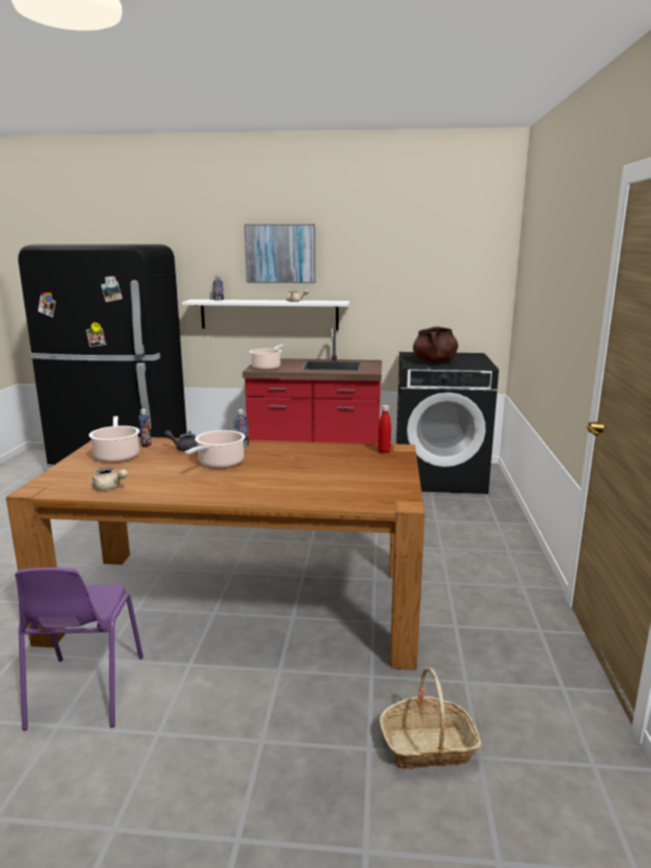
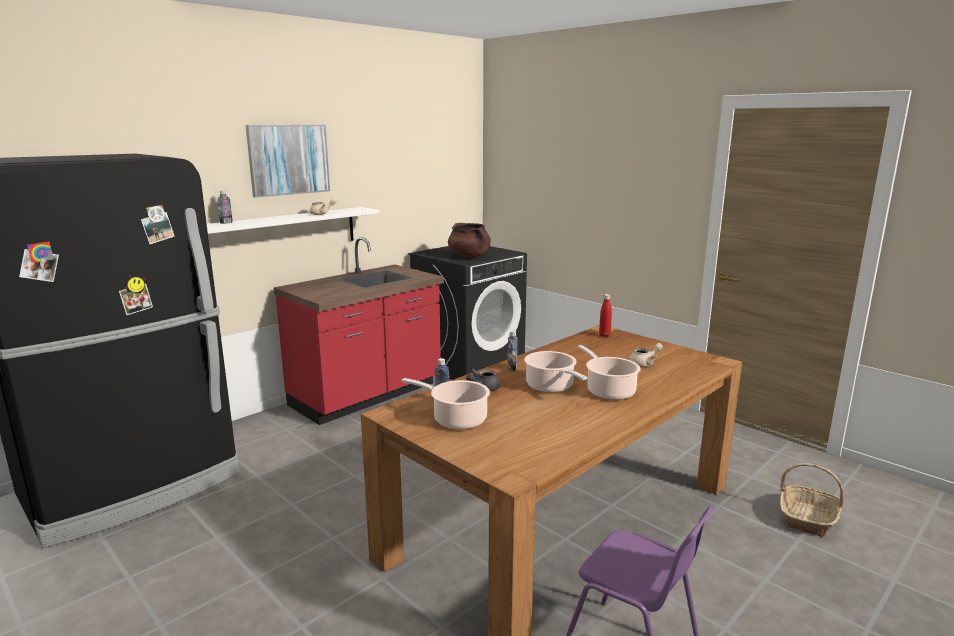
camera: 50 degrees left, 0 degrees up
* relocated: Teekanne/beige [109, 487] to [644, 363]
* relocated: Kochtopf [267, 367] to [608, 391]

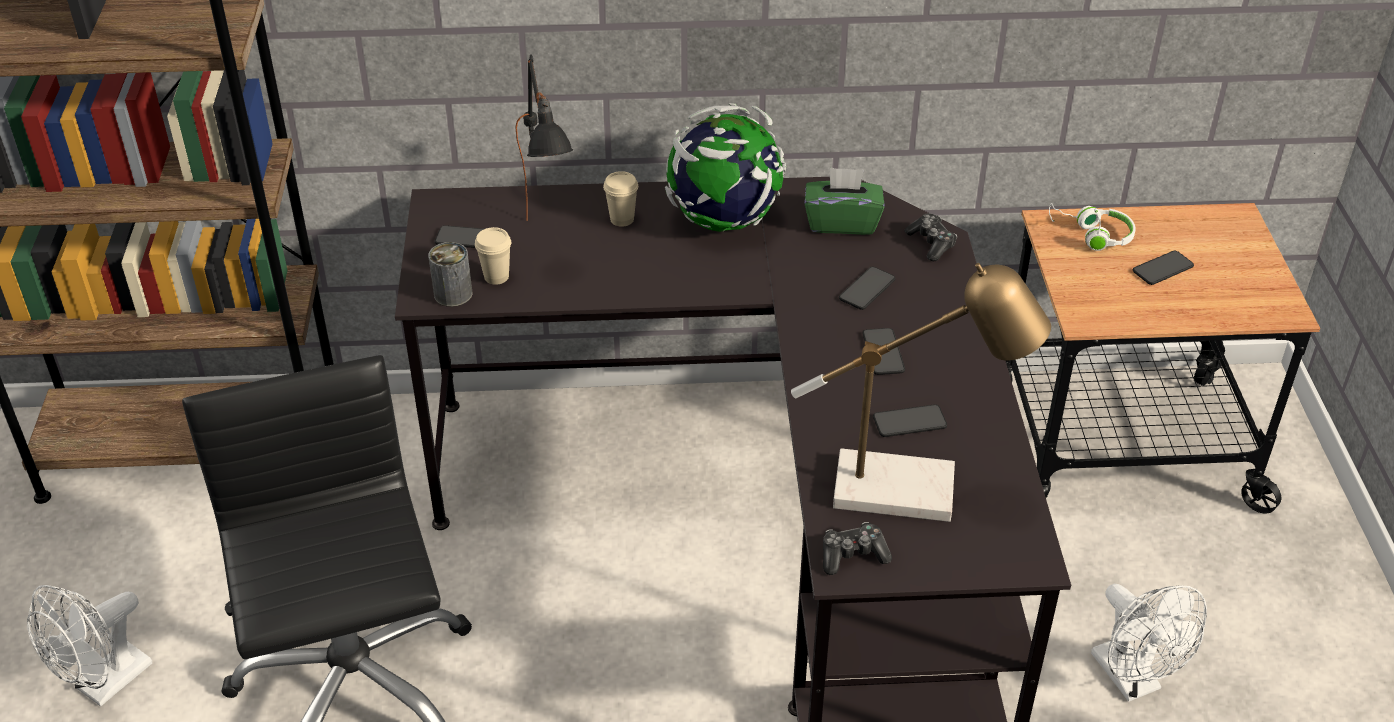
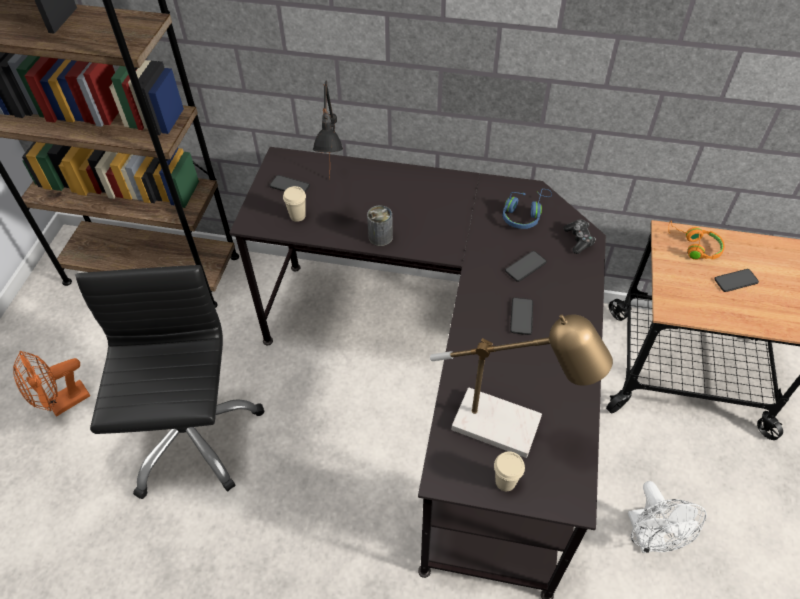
camera: 15 degrees right, 10 degrees up
* colour: Ventilator/weiß [106, 685] to Ventilator/orange [63, 403]
* relocated: Dose [453, 294] to [380, 237]
* relocated: Tasse/beige [622, 219] to [505, 482]
* missing: Globus [723, 221]
* exchanged: Taschentuchbox/grün [842, 222] to Kopfhörer/blau [524, 214]
* missing: Gamepad [852, 555]
* missing: Handy [909, 422]
* colour: Kopfhörer/weiß [1092, 235] to Kopfhörer/orange [693, 246]

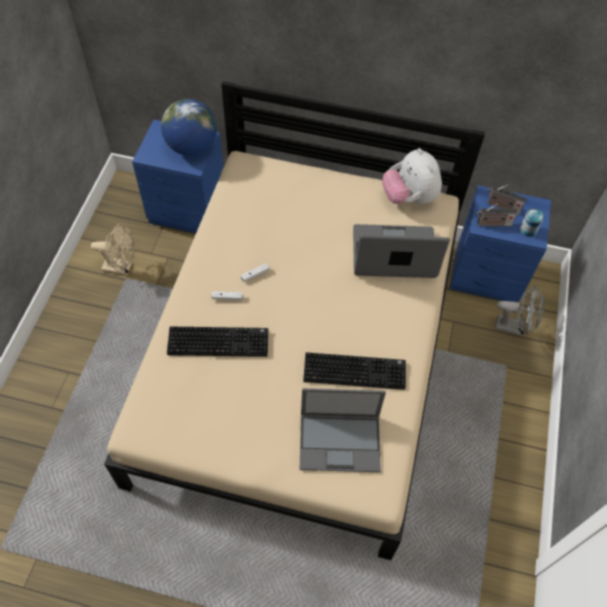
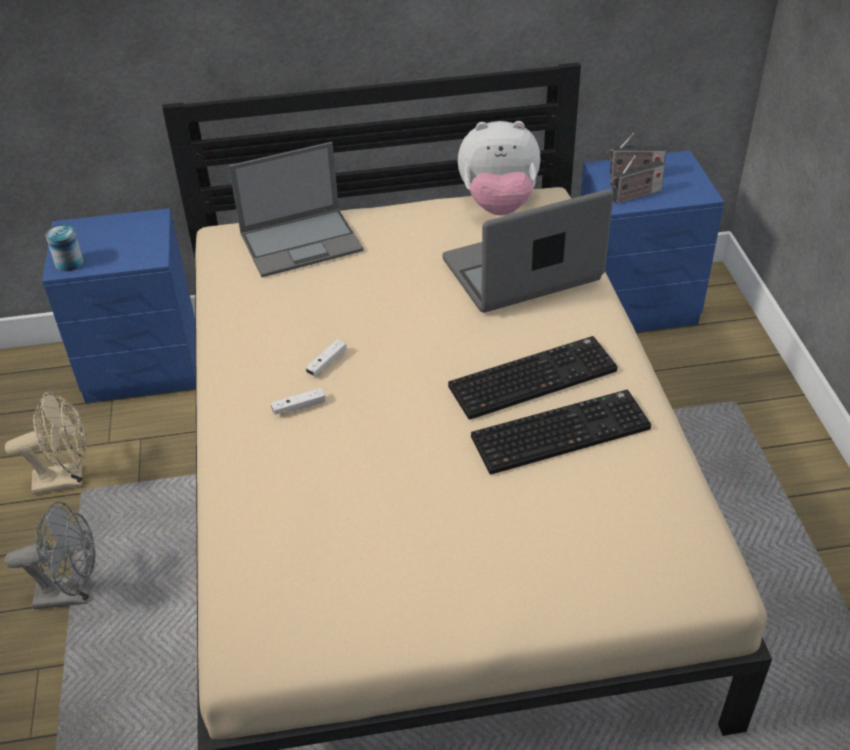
camera: 20 degrees left, 15 degrees down
* missing: Globus [192, 147]
* relocated: Tastatur [219, 341] to [533, 377]
* relocated: Laptop [341, 442] to [302, 242]
* spun: Plüschtier [409, 198] = [498, 205] 45 degrees counterclockwise
* relocated: Ventilator/grau [514, 327] to [73, 593]
* relocated: Dose [528, 230] to [69, 263]

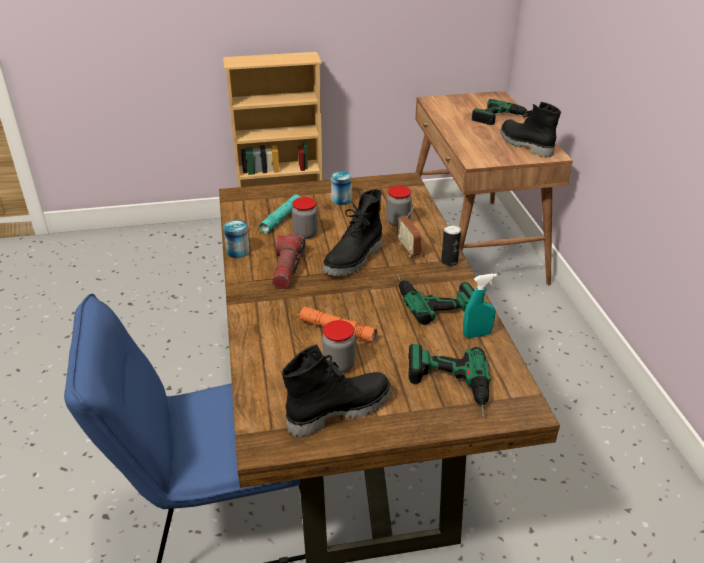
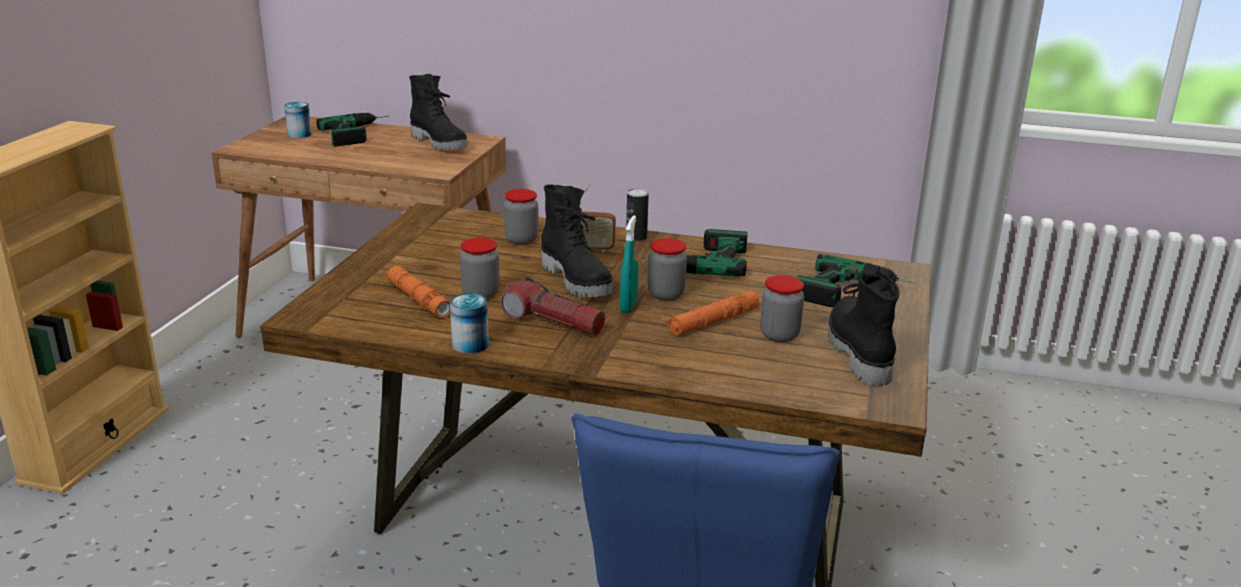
camera: 65 degrees left, 10 degrees down
* colour: Taschenlampe/türkis [282, 218] to Taschenlampe/orange [418, 299]
* relocated: Dose [341, 200] to [299, 134]
* relocated: Sprühflasche/türkis [477, 334] to [628, 306]
* spun: Stiefel/schwarz [524, 145] = [440, 143] 120 degrees counterclockwise
* appeared: Vorratsglas [666, 294]

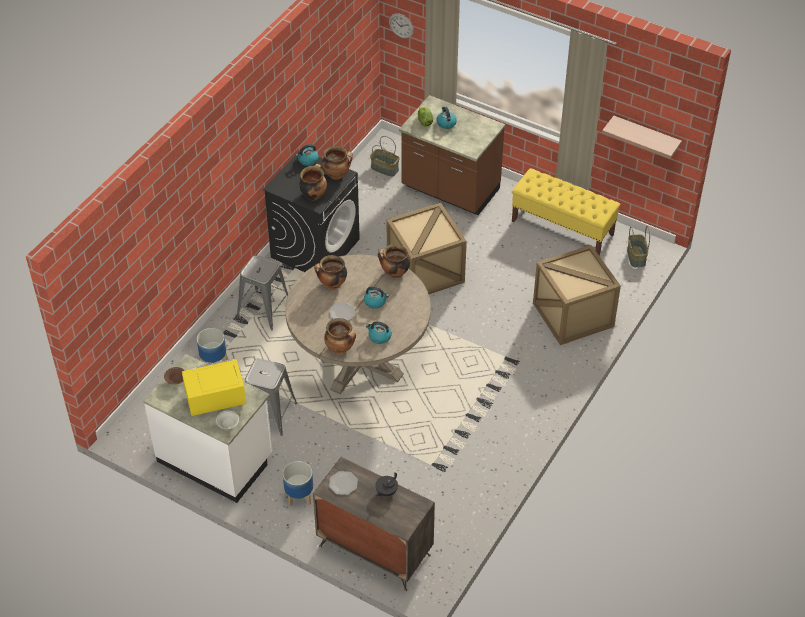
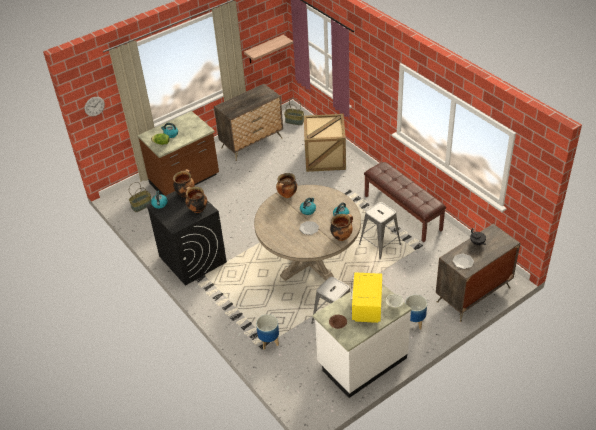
camera: 65 degrees left, 5 degrees down
* relocated: Hocker/grau [264, 310] to [379, 244]
* missing: Kochtopf [332, 284]
* missing: Kiste [426, 272]
* exchanged: Bank/gelb [562, 228] to Kommode [252, 142]
* appeared: Bank/braun [403, 212]

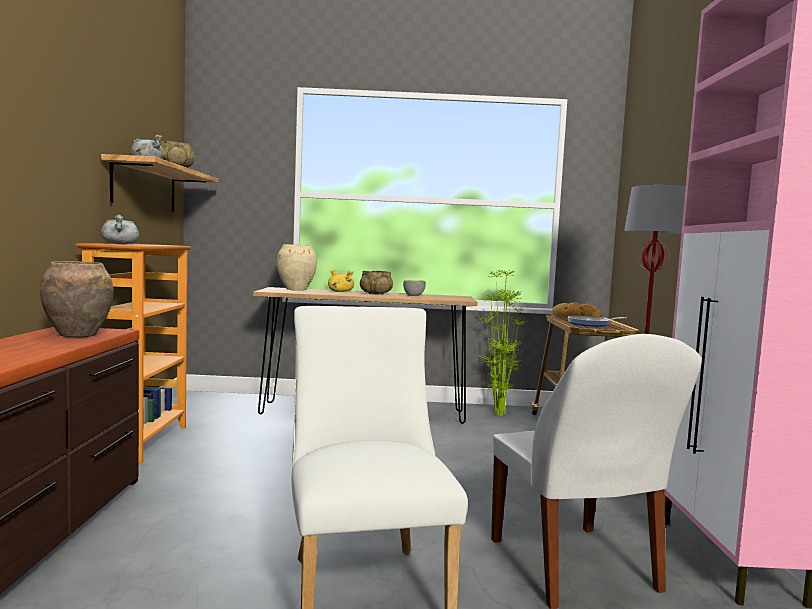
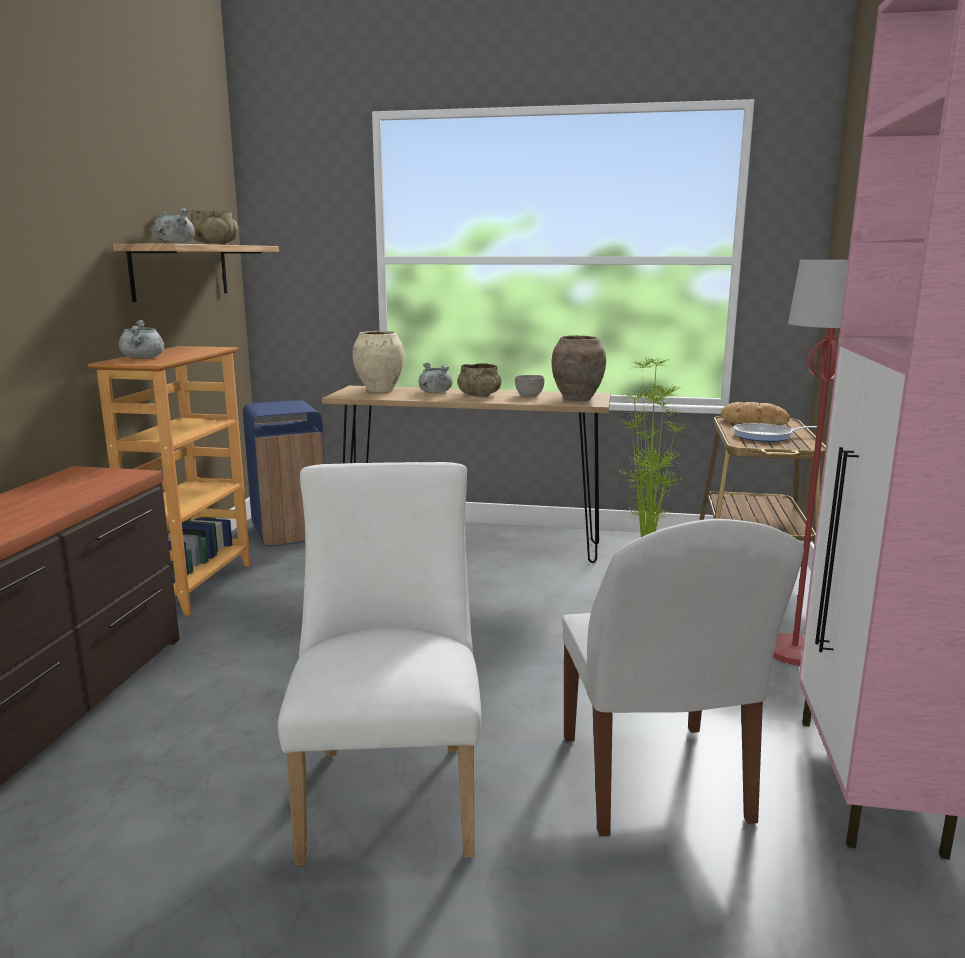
camera: 10 degrees right, 10 degrees up
* relocated: Vase/braun [78, 335] to [577, 399]
* colour: Kochtopf/gelb [340, 291] to Kochtopf/grau [434, 392]
* appeared: Mülleimer/blau [290, 531]

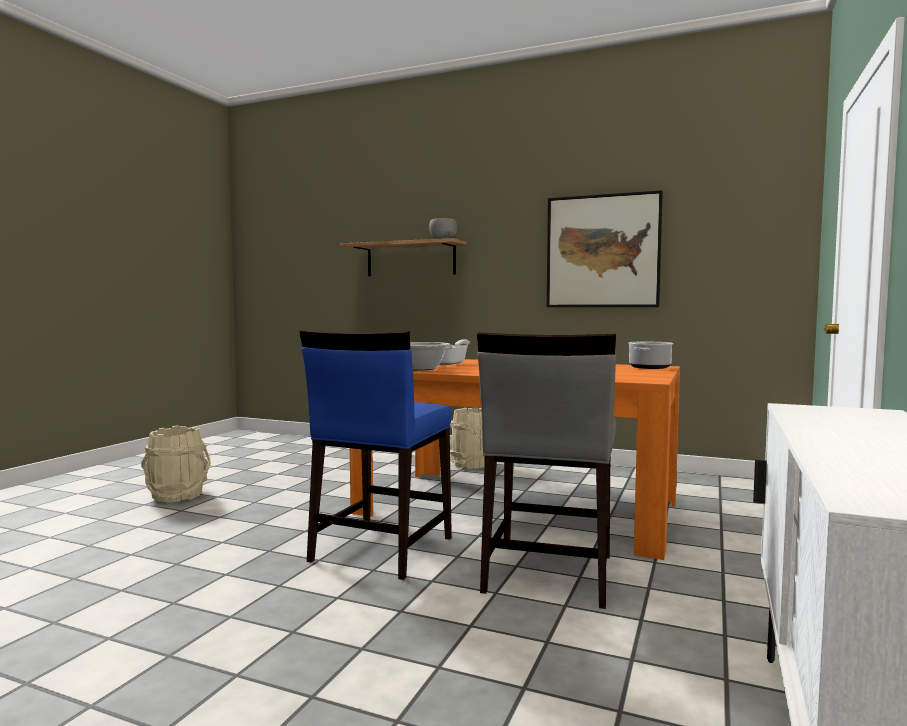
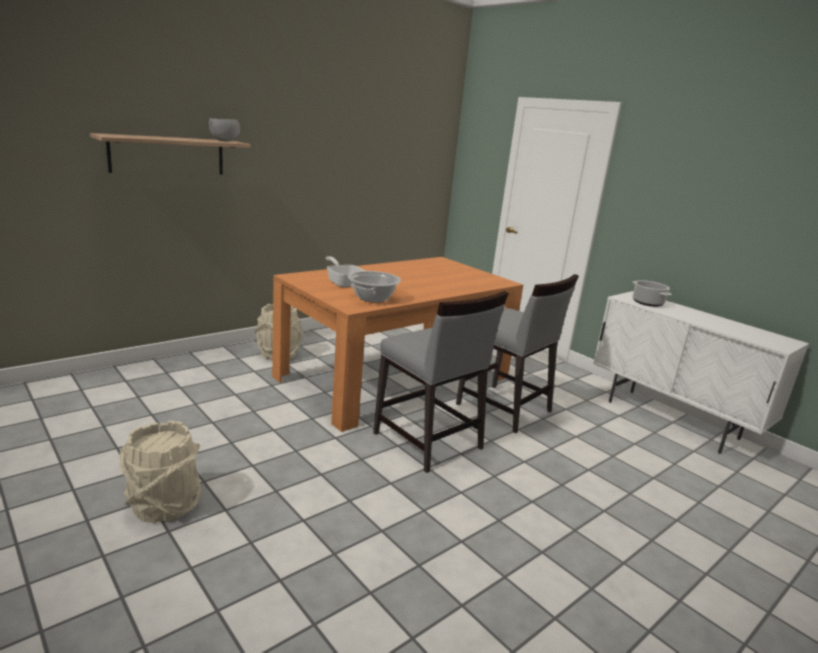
camera: 65 degrees left, 15 degrees up
* colour: Stuhl/blau [380, 549] to Stuhl/grau [428, 441]
* missing: Bild [602, 251]
* relocated: Kochtopf [649, 367] to [648, 303]

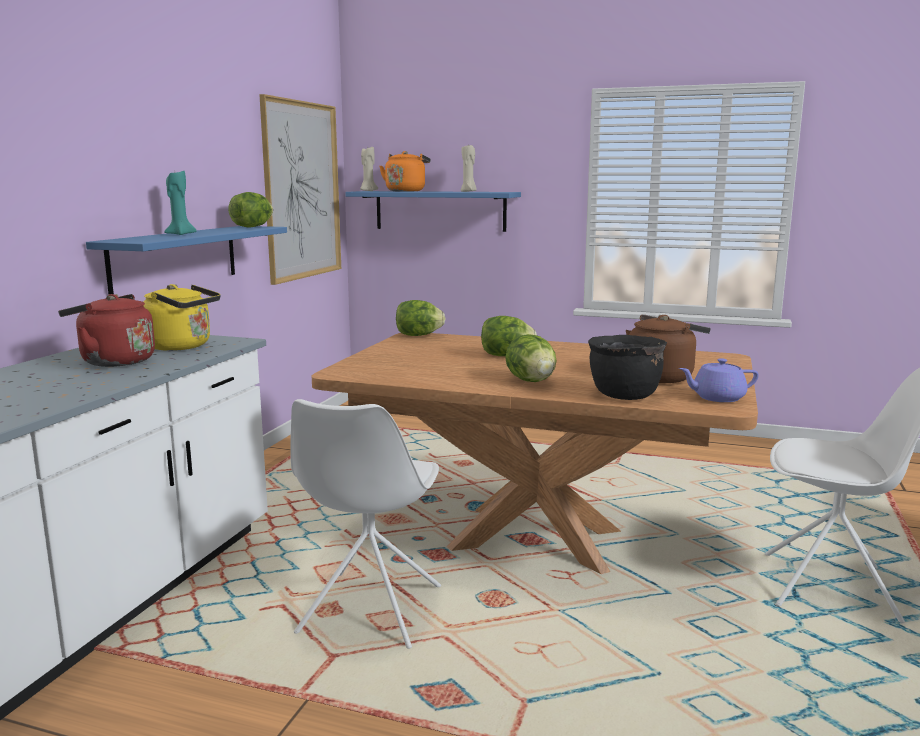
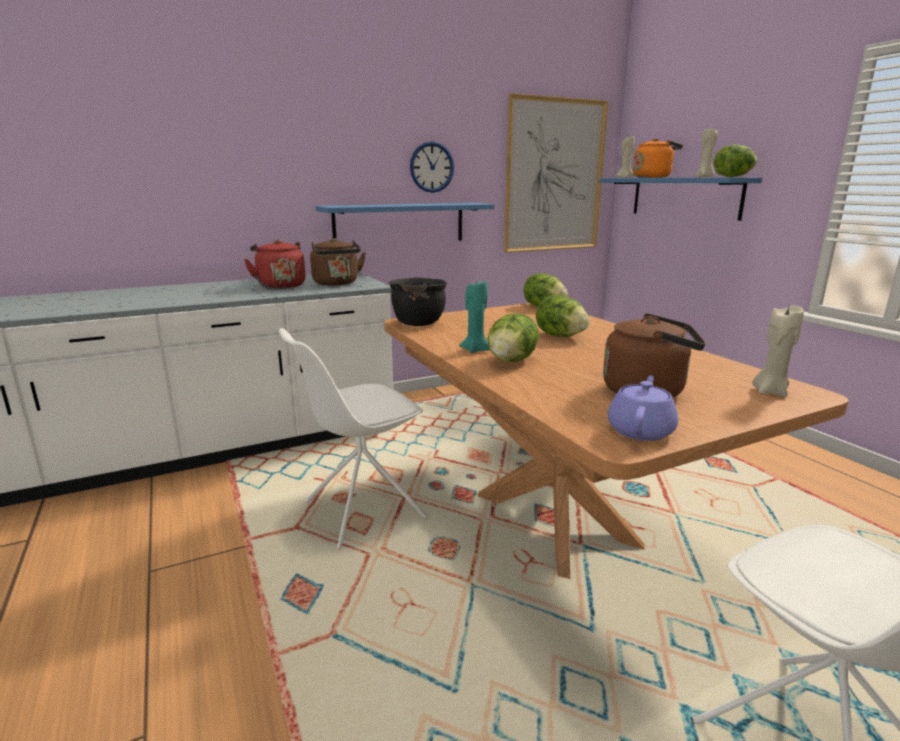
camera: 45 degrees right, 5 degrees up
* colour: Wasserkessel/gelb [182, 346] to Wasserkessel/braun [337, 283]
* relocated: Kerze/türkis [180, 234] to [475, 350]
* relocated: Salatkopf [252, 227] to [732, 177]
* relocated: Kochtopf/schwarz [623, 395] to [418, 323]
* spun: Teekanne/lila [717, 398] = [640, 430] 75 degrees clockwise
* appeared: Wanduhr [431, 167]
* appeared: Kerze/beige [770, 392]

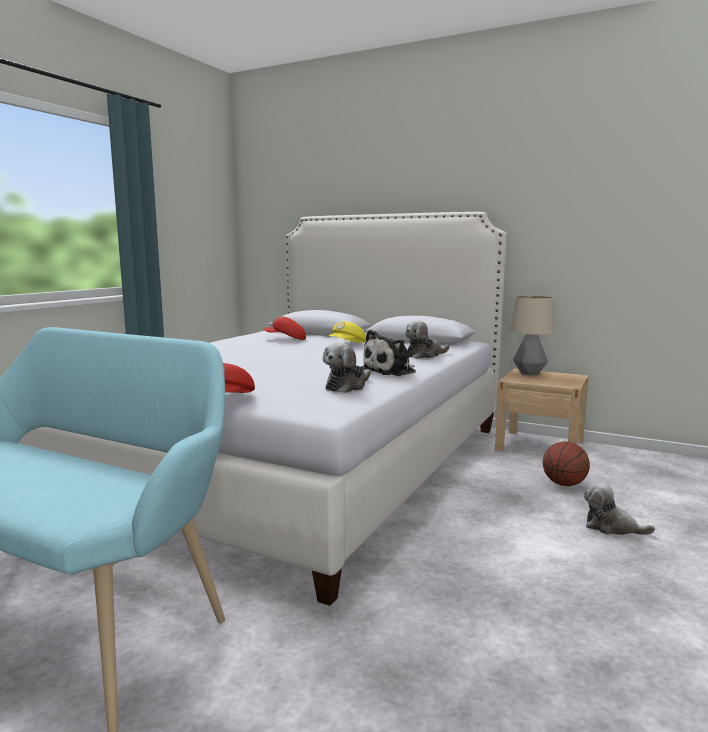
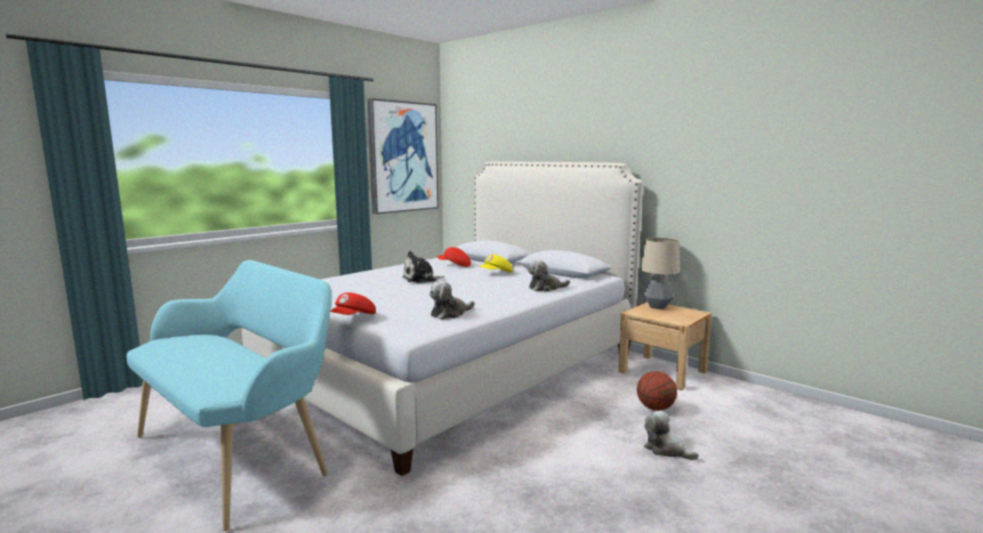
camera: 15 degrees right, 0 degrees up
* relocated: Plüschtier [391, 371] to [421, 279]
* appeared: Bild [403, 157]

